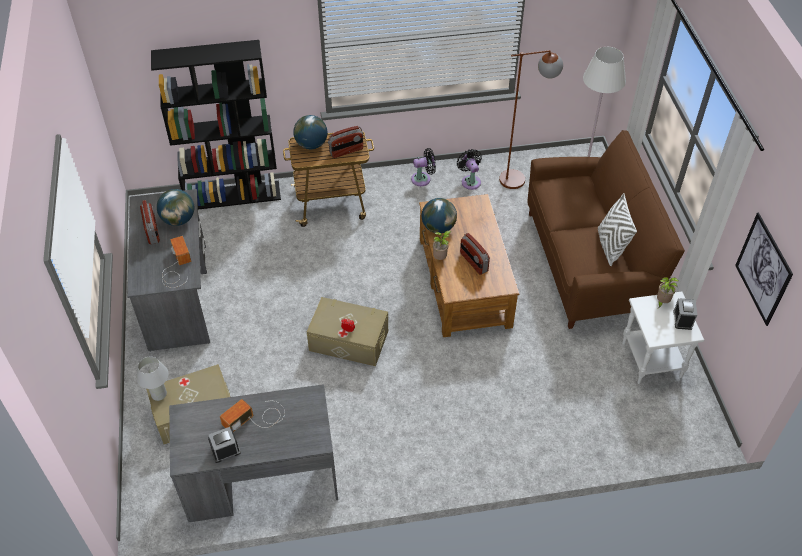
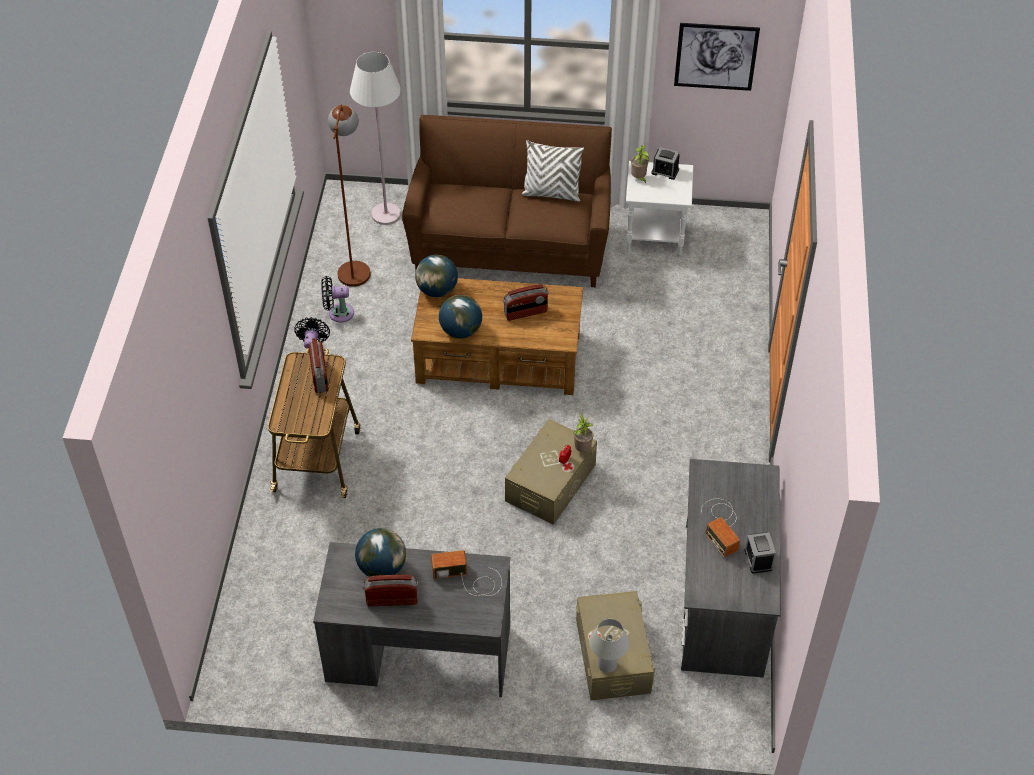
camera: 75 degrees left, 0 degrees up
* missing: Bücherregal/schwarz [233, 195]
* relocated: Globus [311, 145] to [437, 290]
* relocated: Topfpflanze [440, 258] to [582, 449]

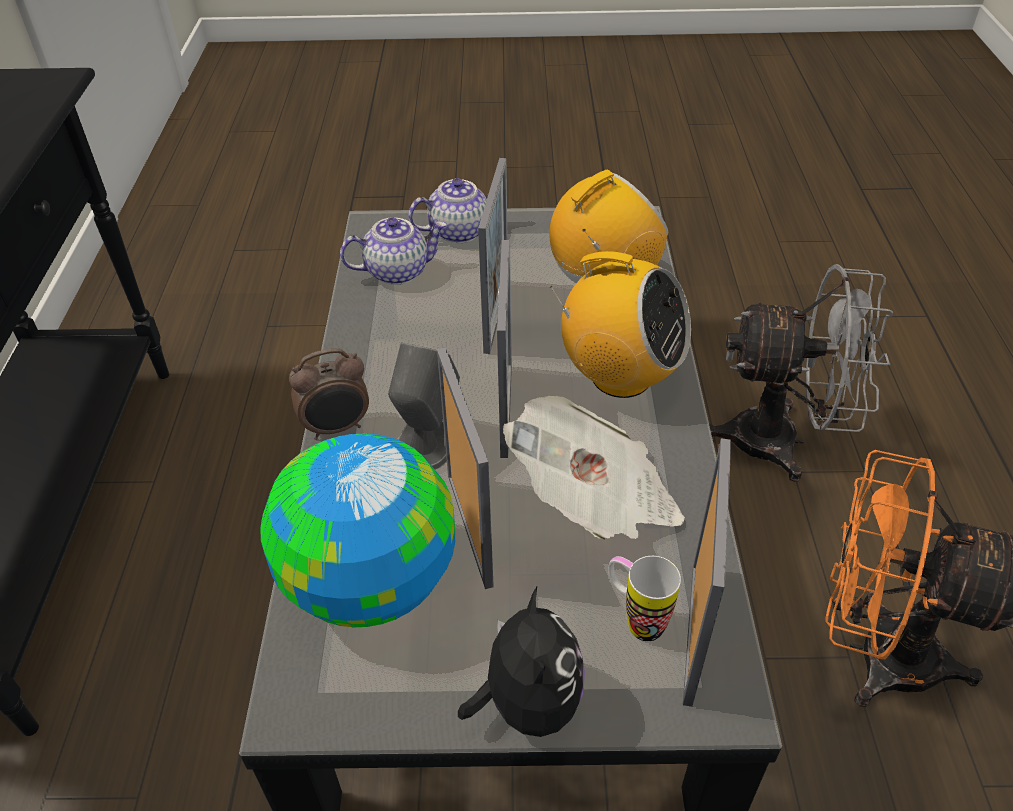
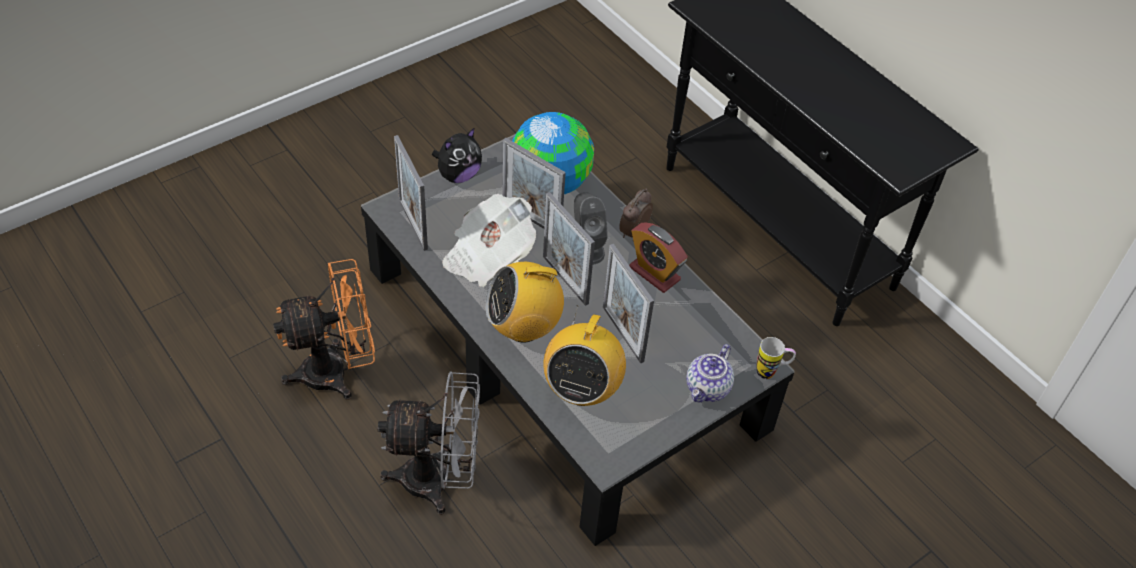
camera: 140 degrees right, 5 degrees up
* missing: Teekanne [397, 271]
* spun: Plüschtier [527, 702] = [458, 175] 90 degrees counterclockwise
* relocated: Henkelbecher [635, 619] to [771, 372]
* spun: Ventilator/grau [782, 441] = [439, 480] 150 degrees counterclockwise
* appeared: Wecker [654, 273]

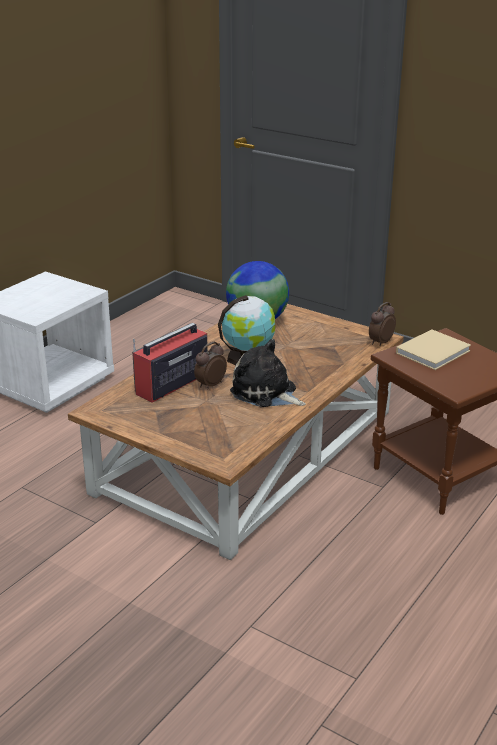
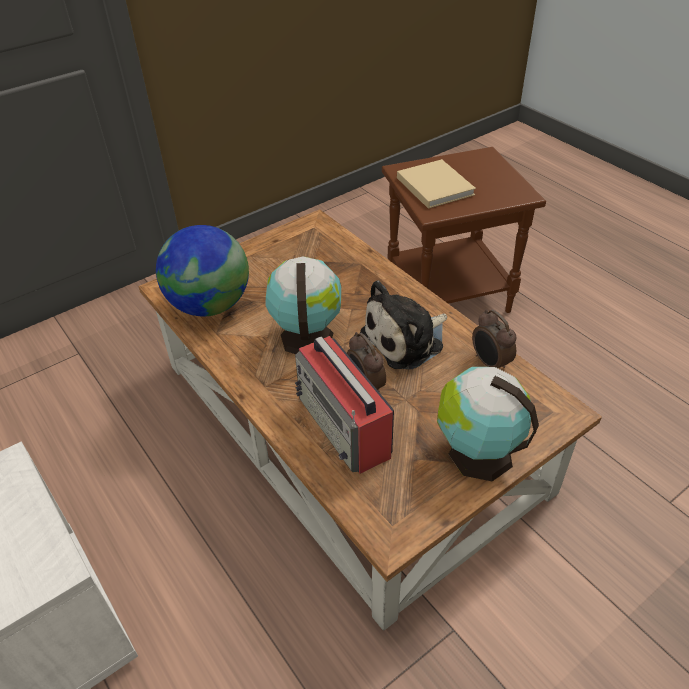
camera: 70 degrees left, 15 degrees up
* relocated: Wecker [380, 342] to [489, 363]
* appeared: Globus [477, 453]

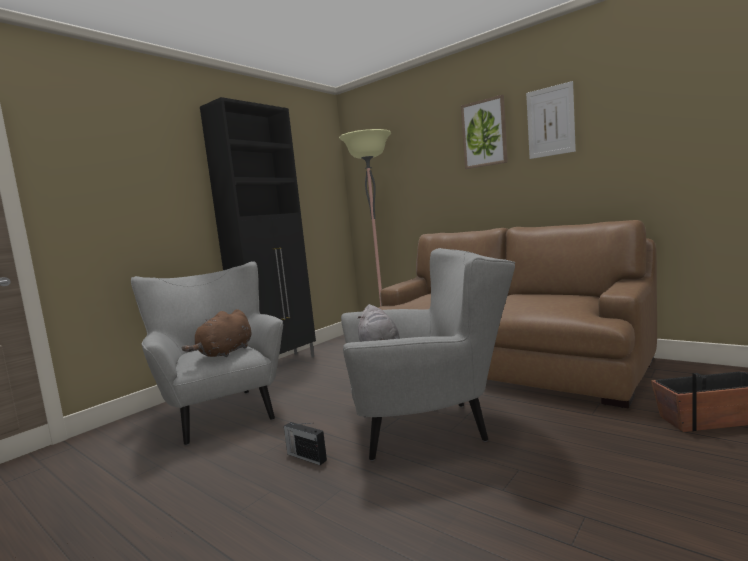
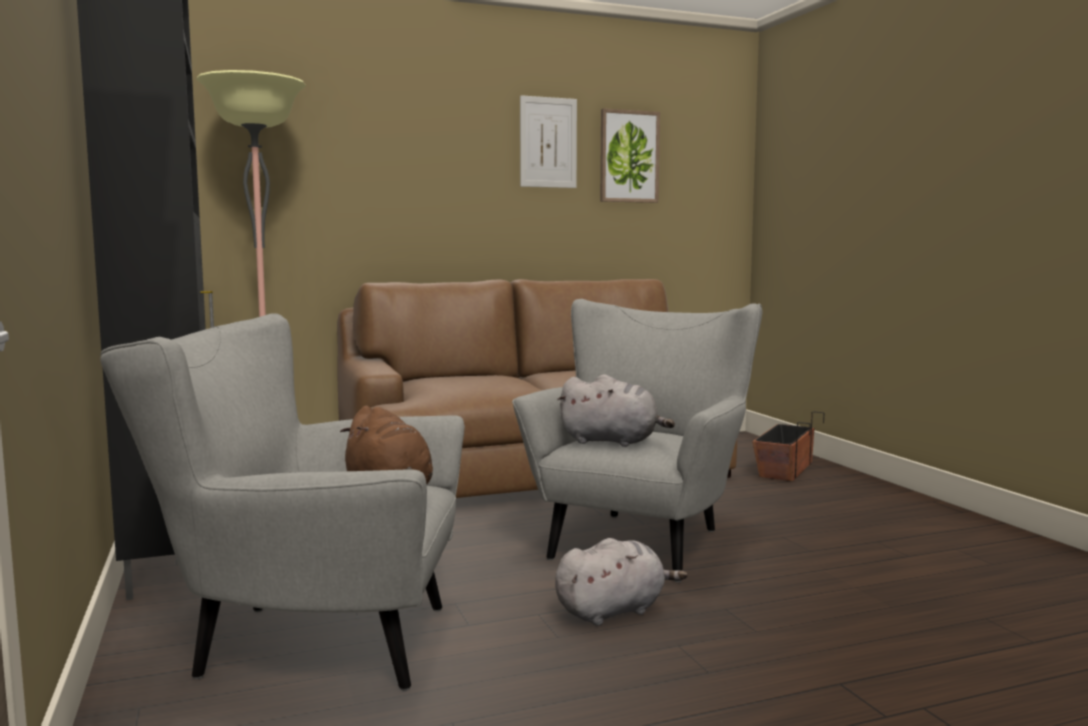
camera: 60 degrees left, 0 degrees up
* exchanged: Radio [306, 457] to Plüschtier/grau [613, 611]
* relocated: Bild [484, 133] to [629, 156]

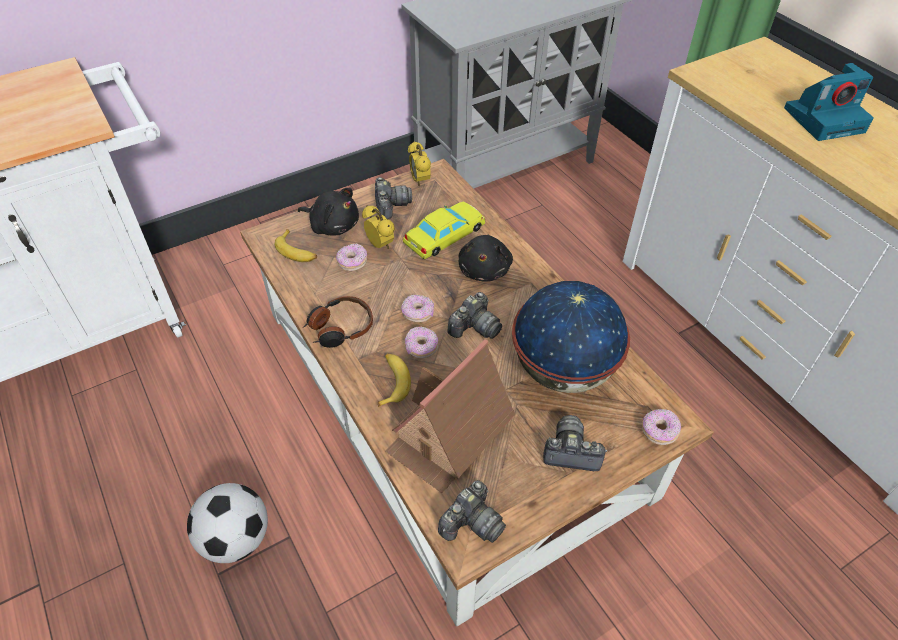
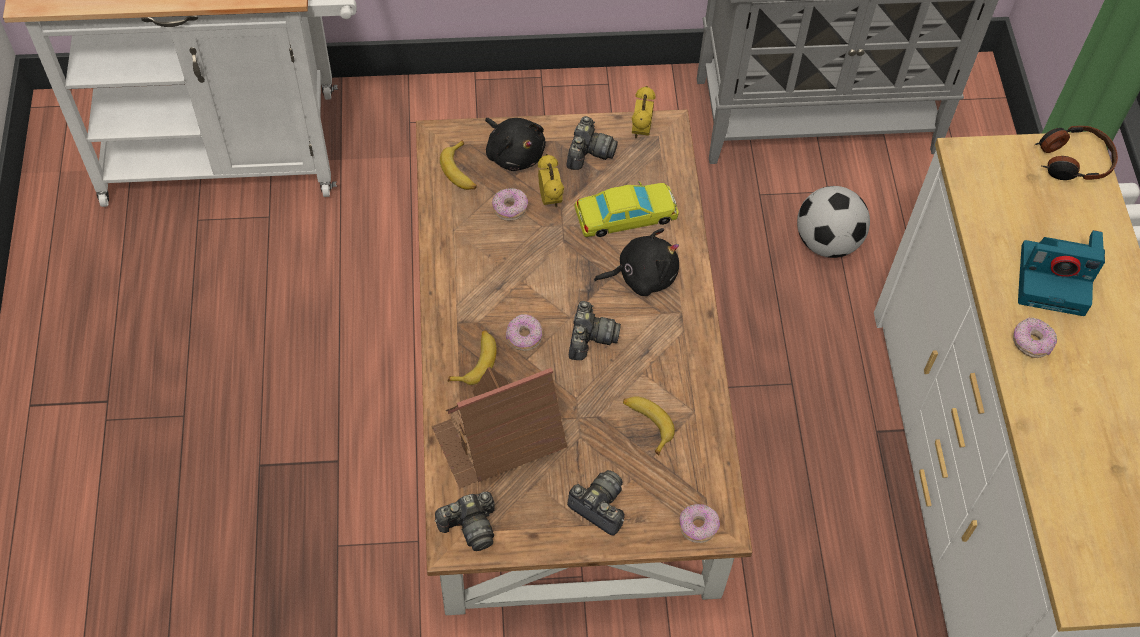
camera: 25 degrees right, 10 degrees up
* relocated: Fußball [236, 539] to [827, 242]
* relocated: Kopfhörer [340, 328] to [1072, 161]
* relocated: Donut [418, 314] to [1031, 343]
* spun: Kamera [474, 327] = [590, 338] 60 degrees counterclockwise
* spun: Plüschtier/schwarz [484, 269] = [642, 276] 135 degrees counterclockwise
* exchanged: Globus [562, 371] to Banane [646, 424]

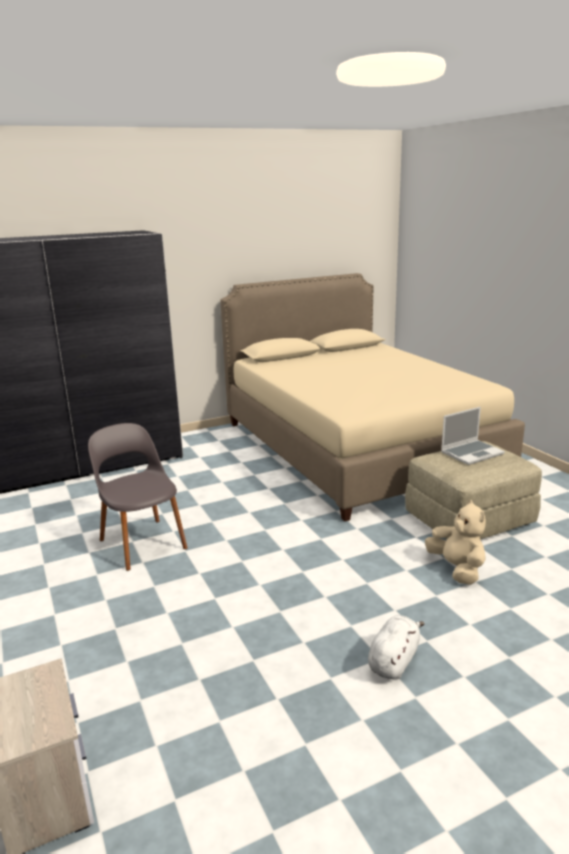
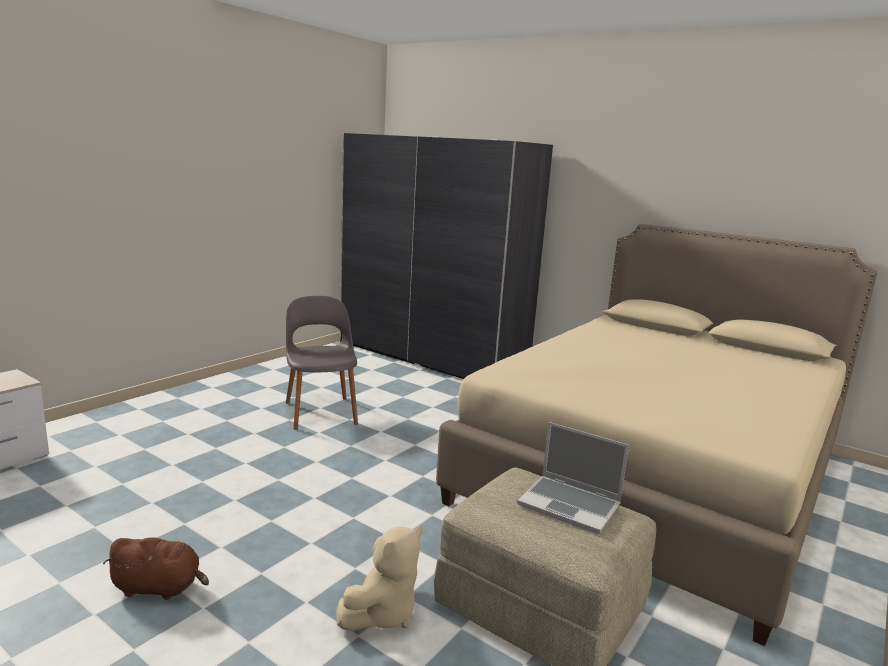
camera: 60 degrees right, 5 degrees down
* spun: Stuhl/grau [142, 542] = [321, 412] 45 degrees counterclockwise
* colour: Plüschtier/weiß [394, 660] to Plüschtier/braun [160, 588]

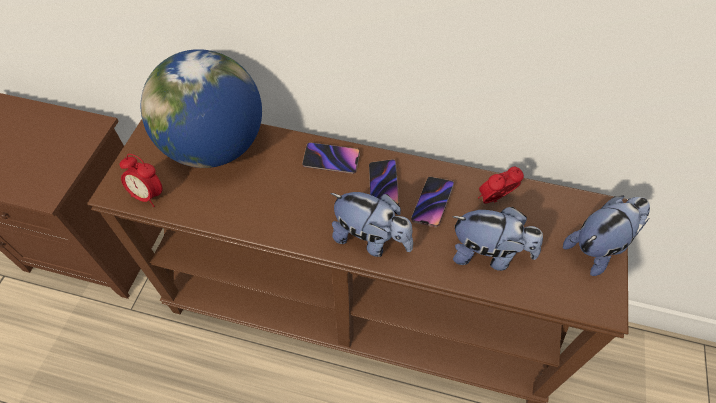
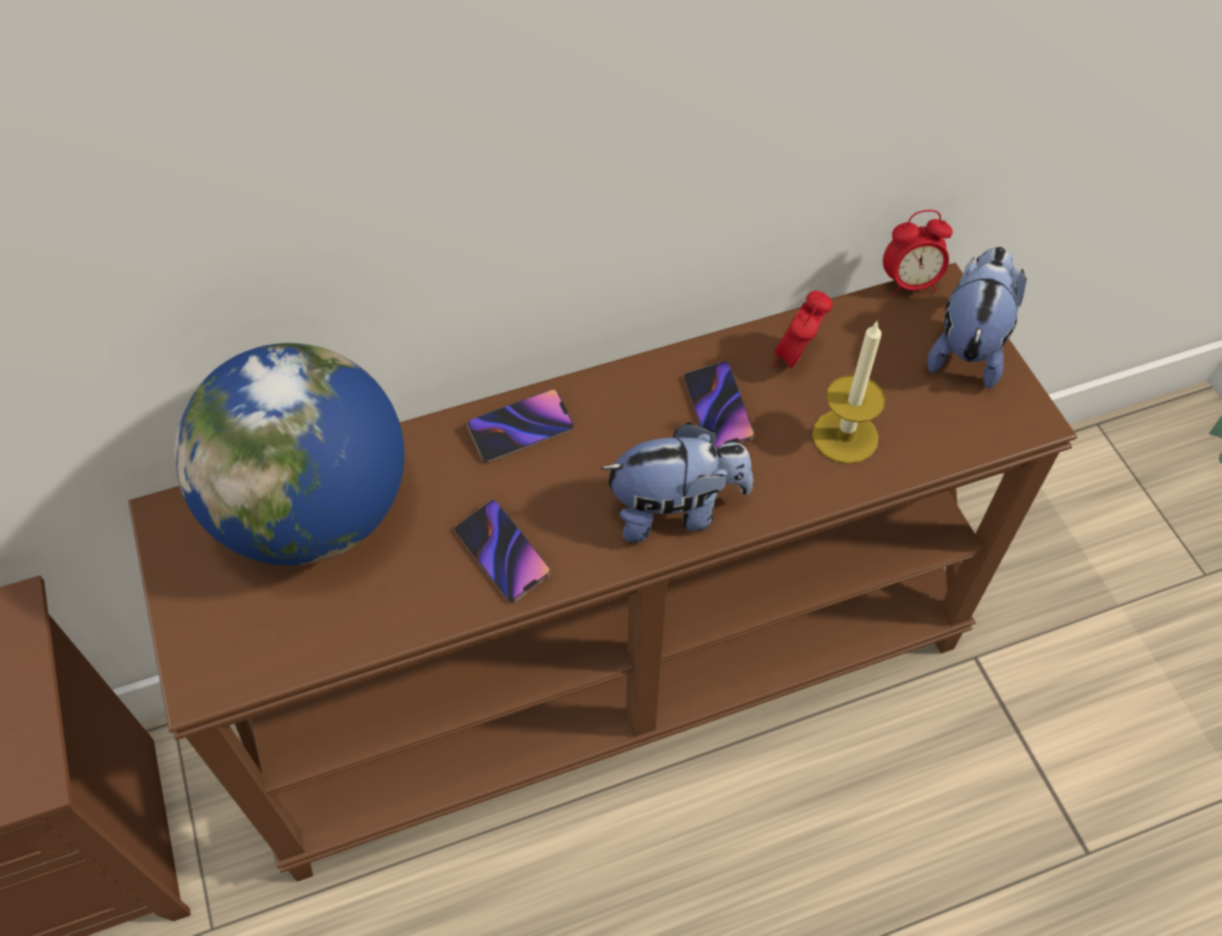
camera: 35 degrees left, 0 degrees up
* relocated: Wecker [148, 195] to [910, 284]
* relocated: Handy [383, 186] to [503, 554]
* exchanged: Plüschtier [488, 254] to Kerze [845, 436]

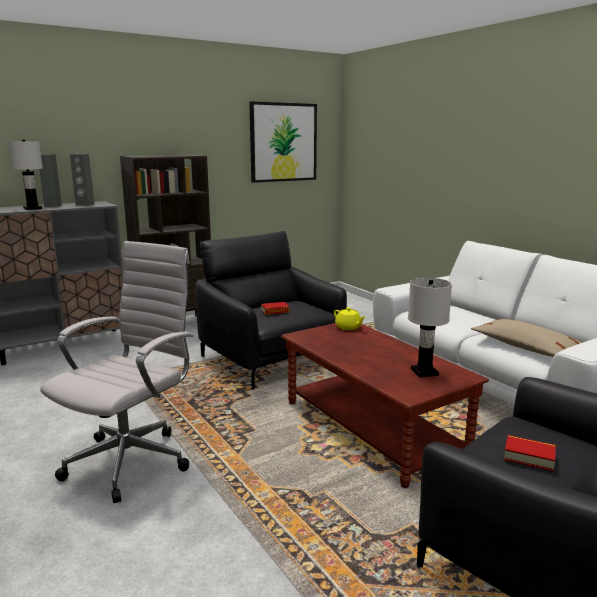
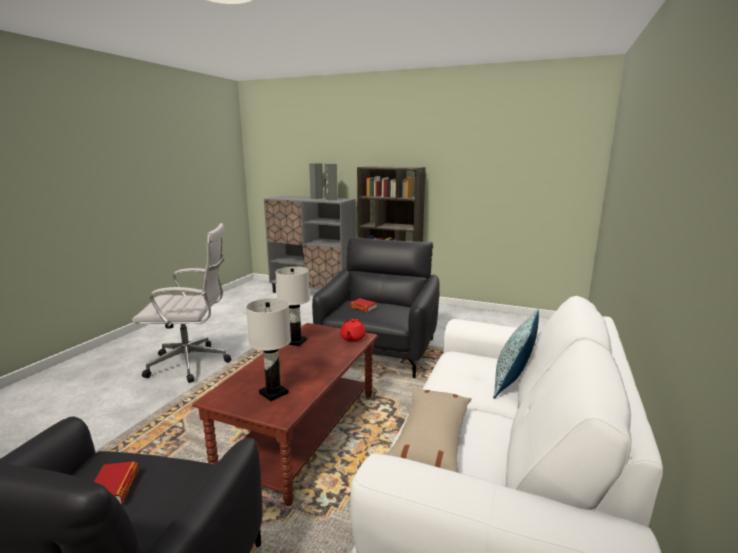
camera: 55 degrees right, 0 degrees up
* relocated: Tischlampe/weiß [32, 208] to [295, 341]
* missing: Bild [283, 142]
* colour: Teekanne/gelb [348, 327] to Teekanne/rot [352, 338]
* appeared: Kissen [512, 382]

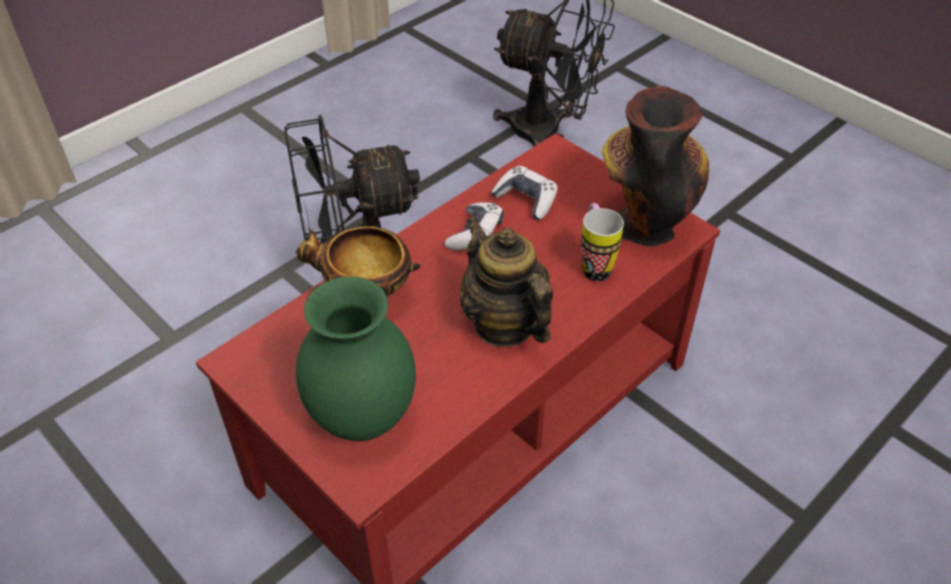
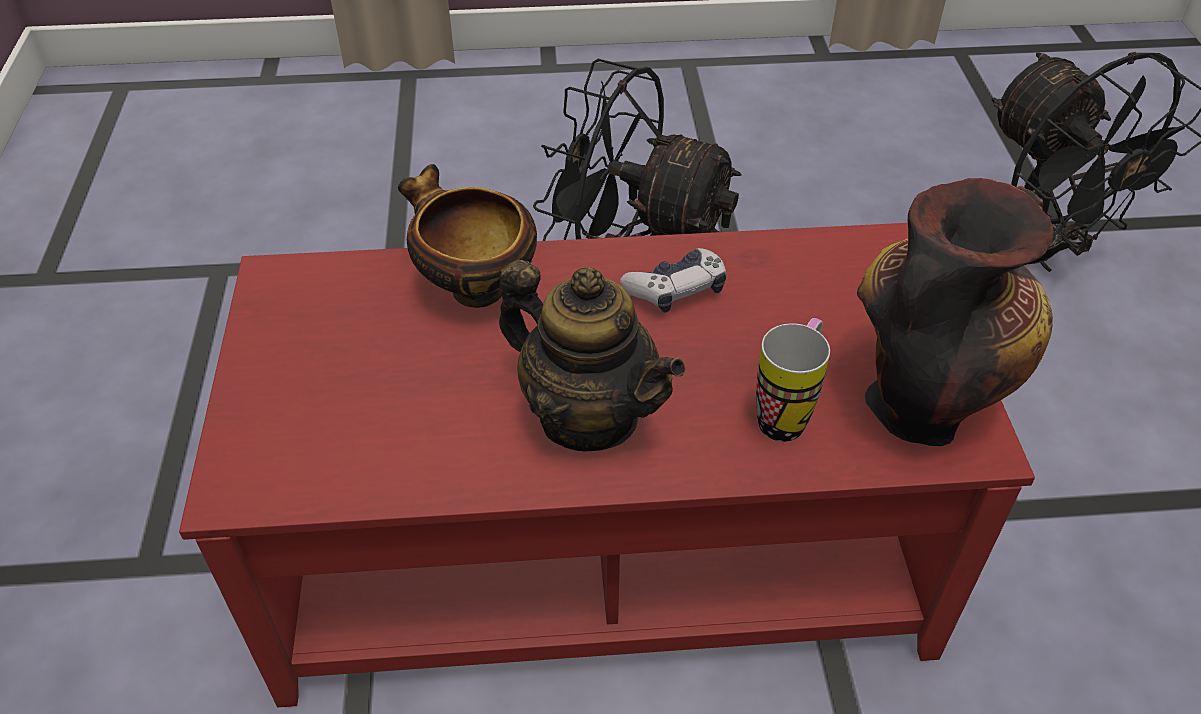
camera: 40 degrees right, 0 degrees up
* missing: Vase/grün [362, 420]
* spun: Teekanne [504, 324] = [588, 415] 120 degrees clockwise
* missing: Gamepad [526, 199]

